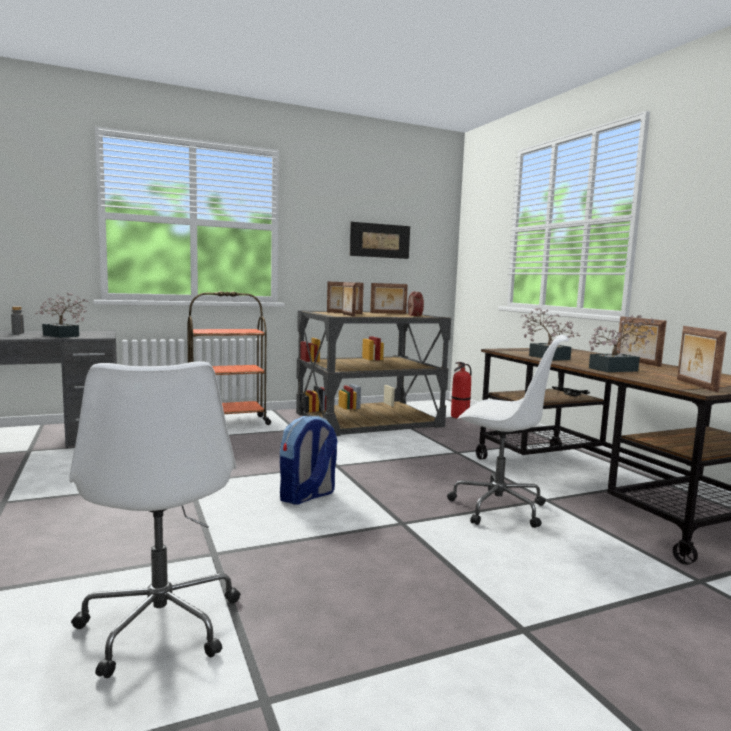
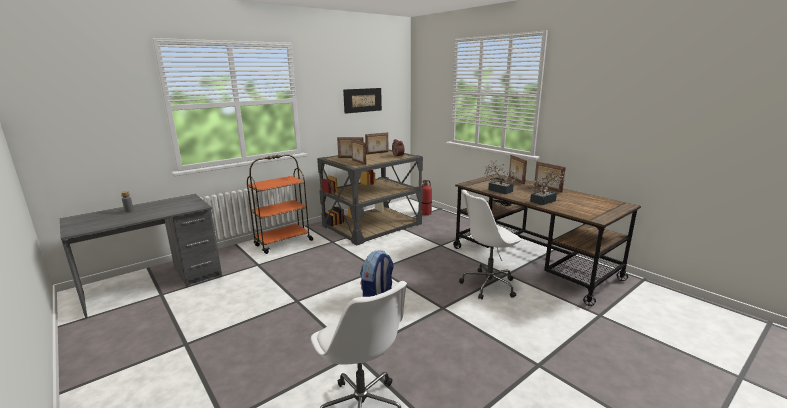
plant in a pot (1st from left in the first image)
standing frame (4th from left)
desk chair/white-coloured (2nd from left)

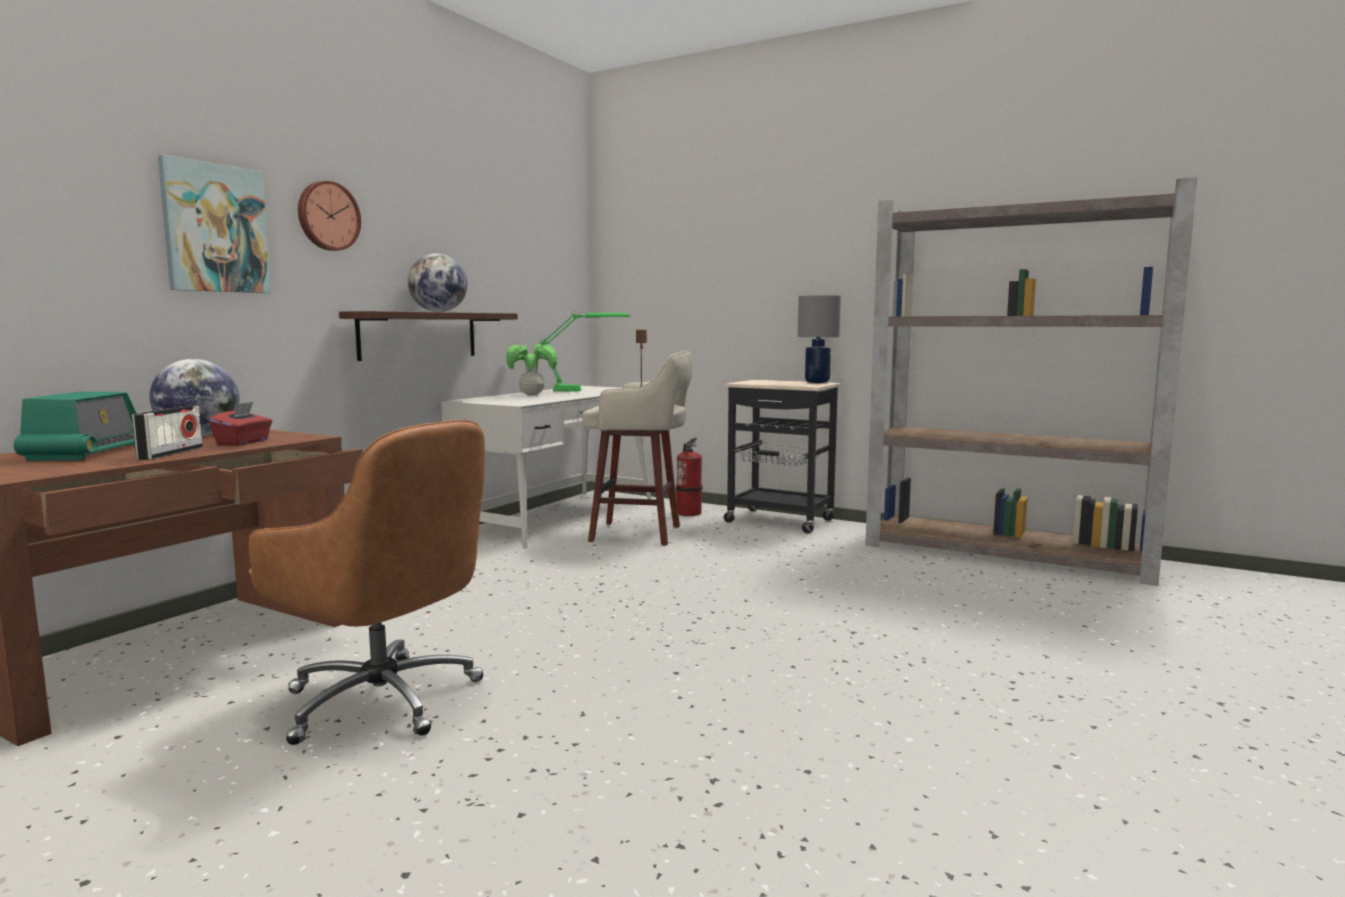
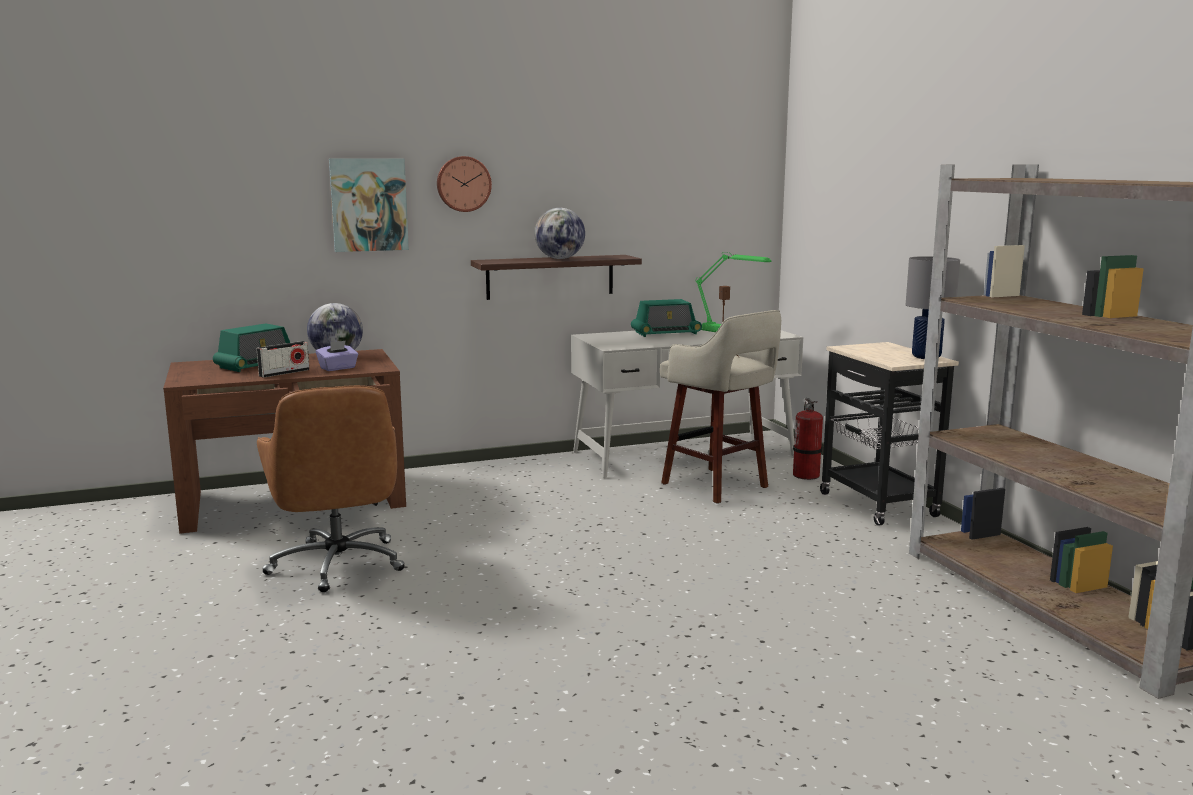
radio (3rd from left)
tissue box/purple-coloured

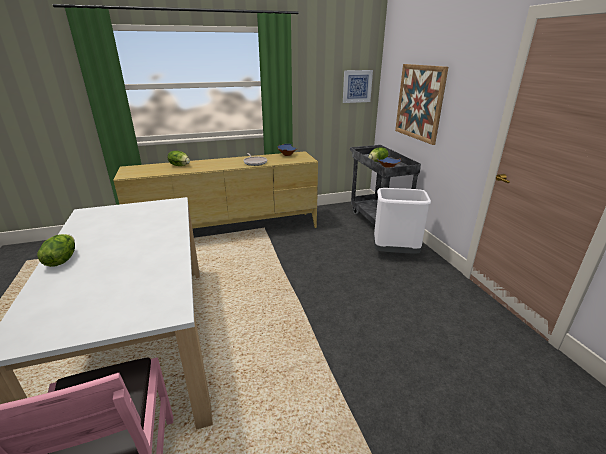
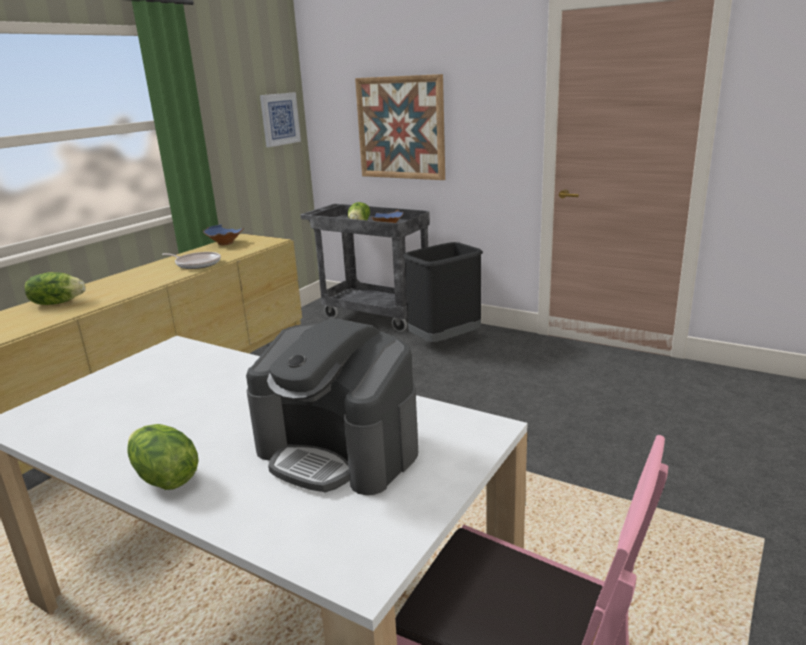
rubbish bin/blackish
coffee brewer

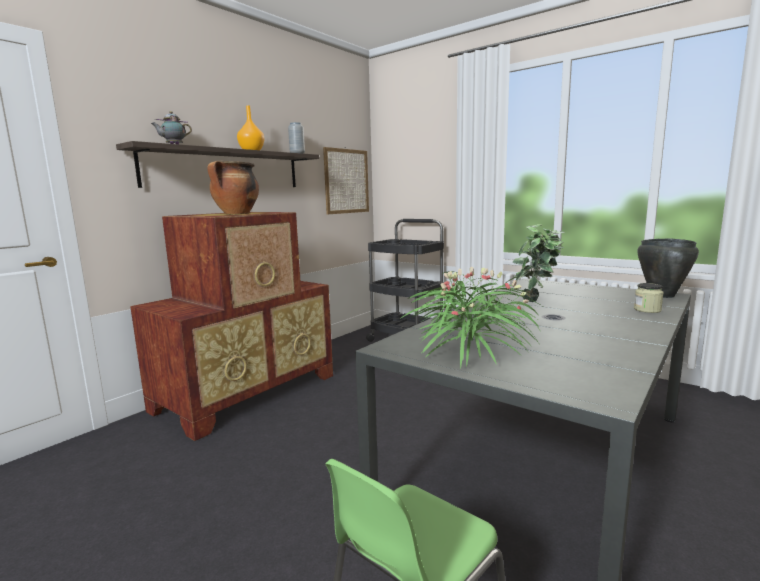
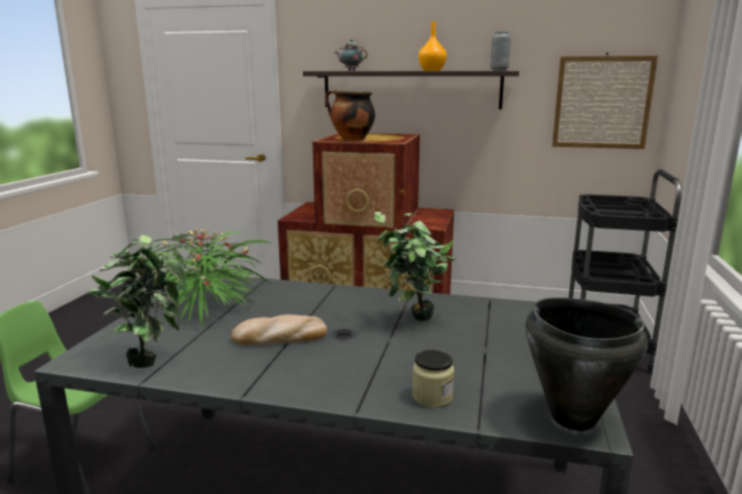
plant in a pot (1st from left)
bread

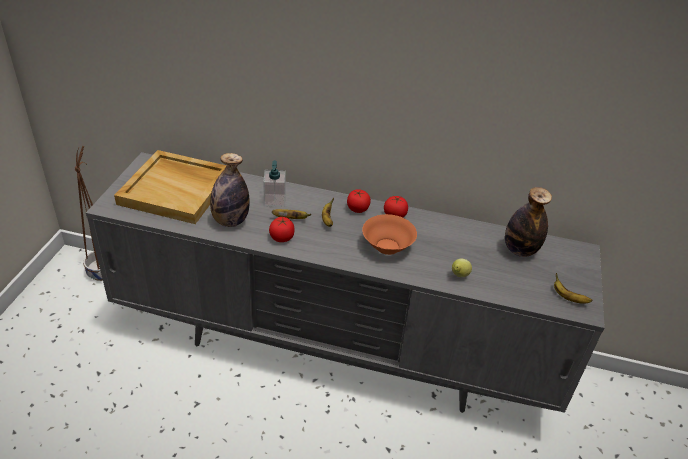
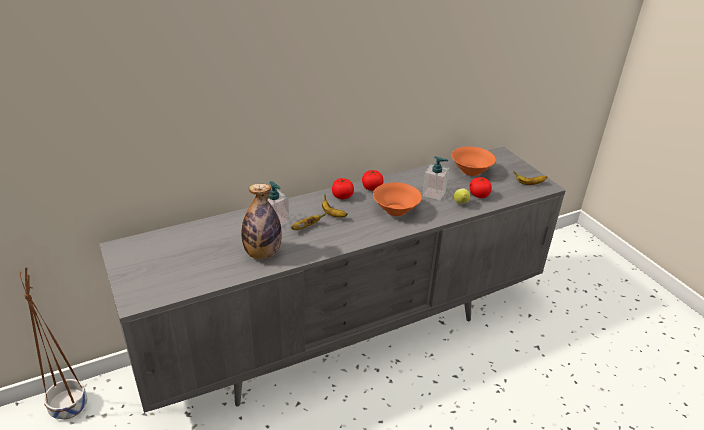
tray/beige
serving bowl/orange-coloured (2nd from left)
fresh tomato (3rd from left)
soap bottle (2nd from left)

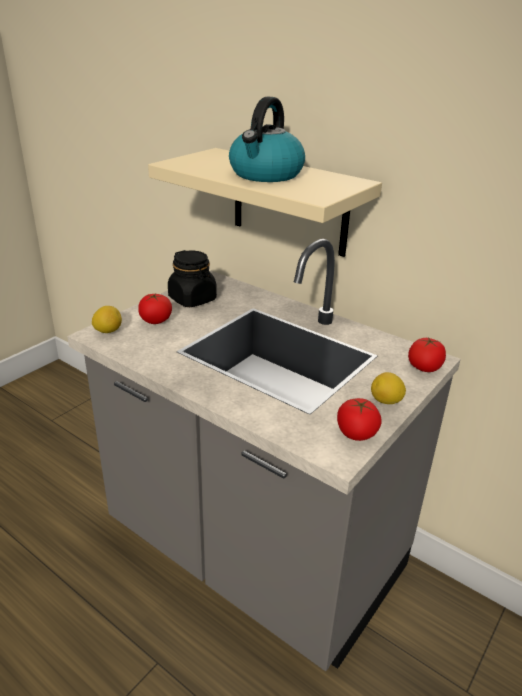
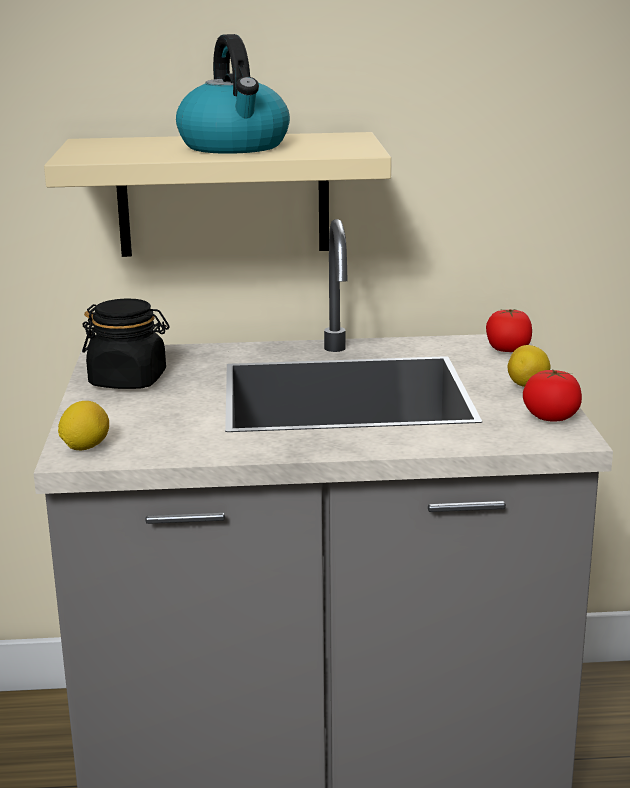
fresh tomato (1st from left in the first image)

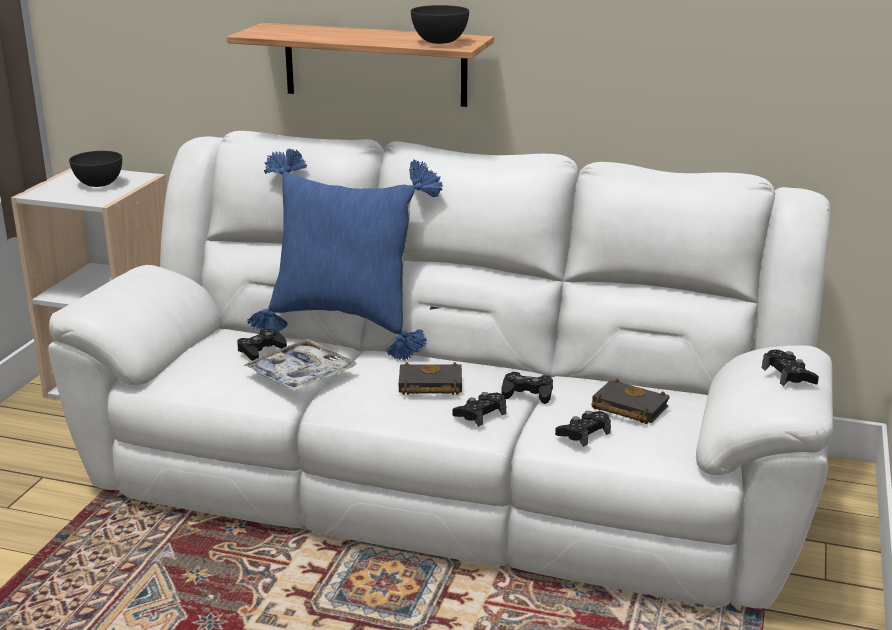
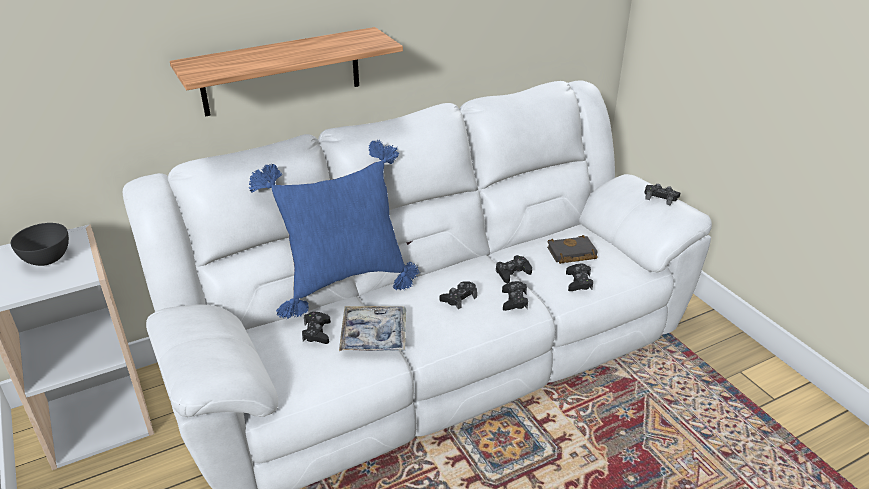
serving bowl/grey (2nd from left in the first image)
game controller/blackish (2nd from left)

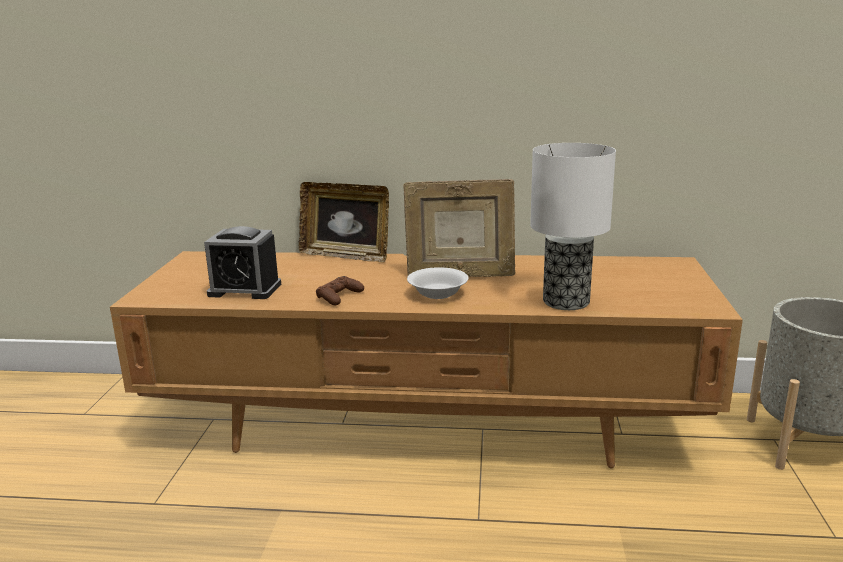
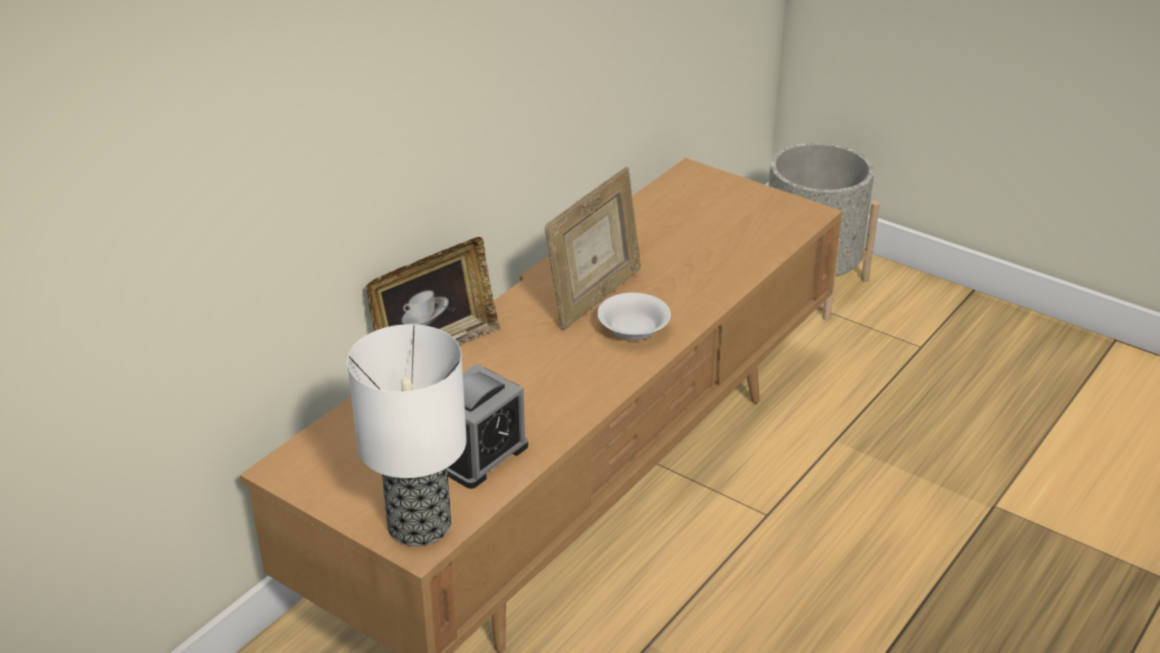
tabletop lamp
game controller/brown-coloured

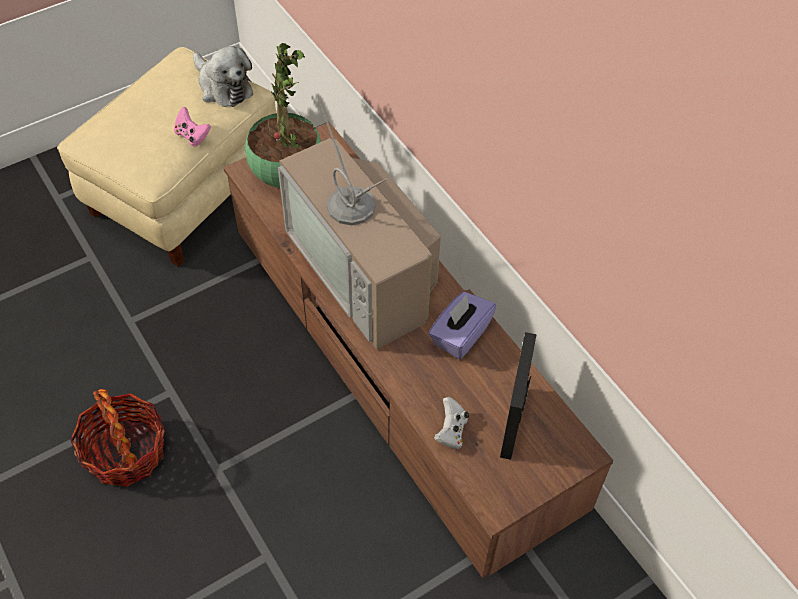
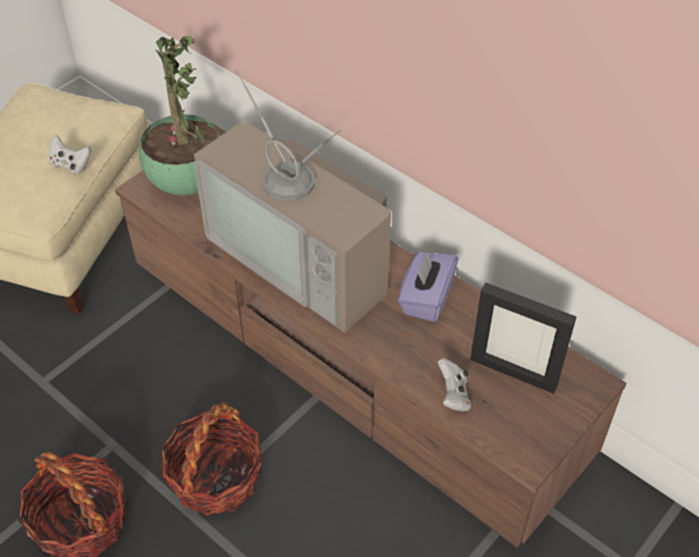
plush toy
game controller/white-coloured (1st from left)
standing frame
storage basket (2nd from left)

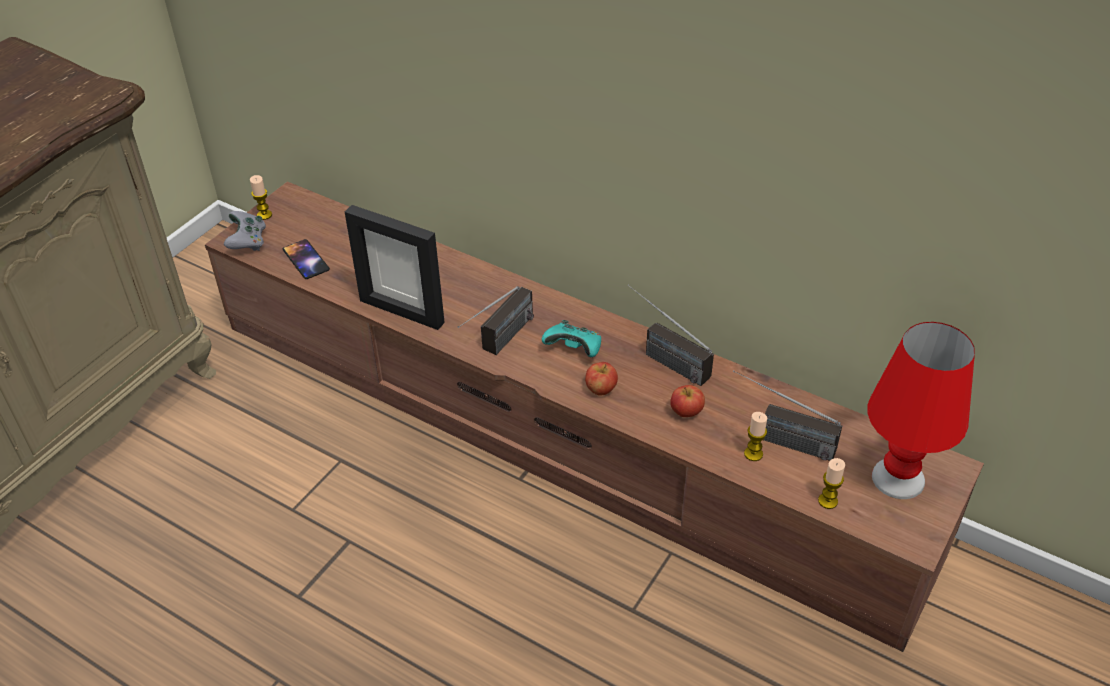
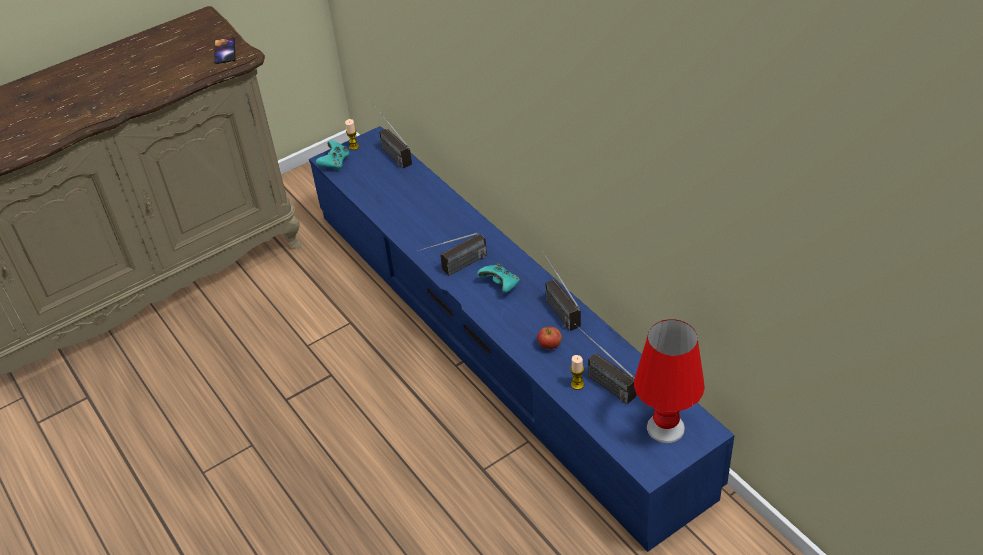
tv stand/bluish
standing frame
game controller/turquoise-coloured (1st from left)
telephone
apple fruit (1st from left in the first image)
wax light (3rd from left in the first image)
radio (1st from left)

